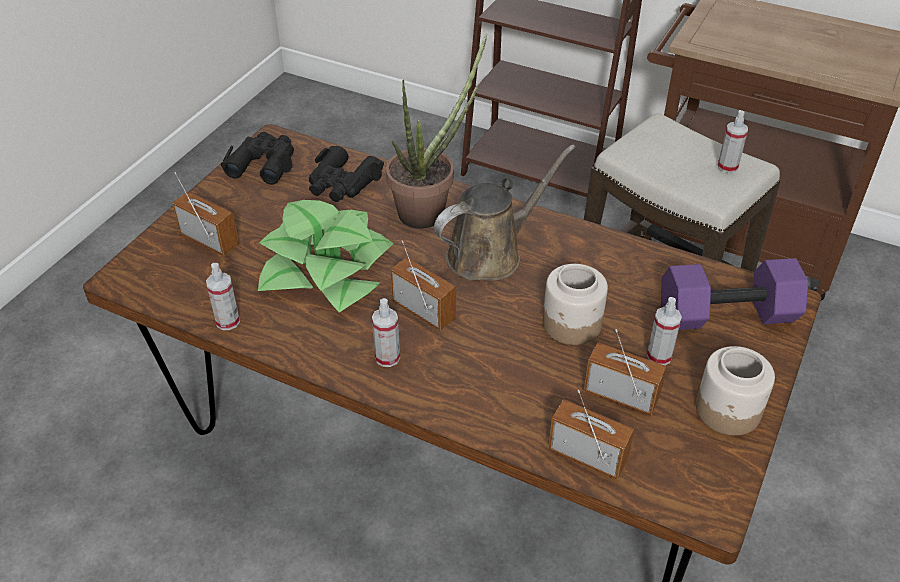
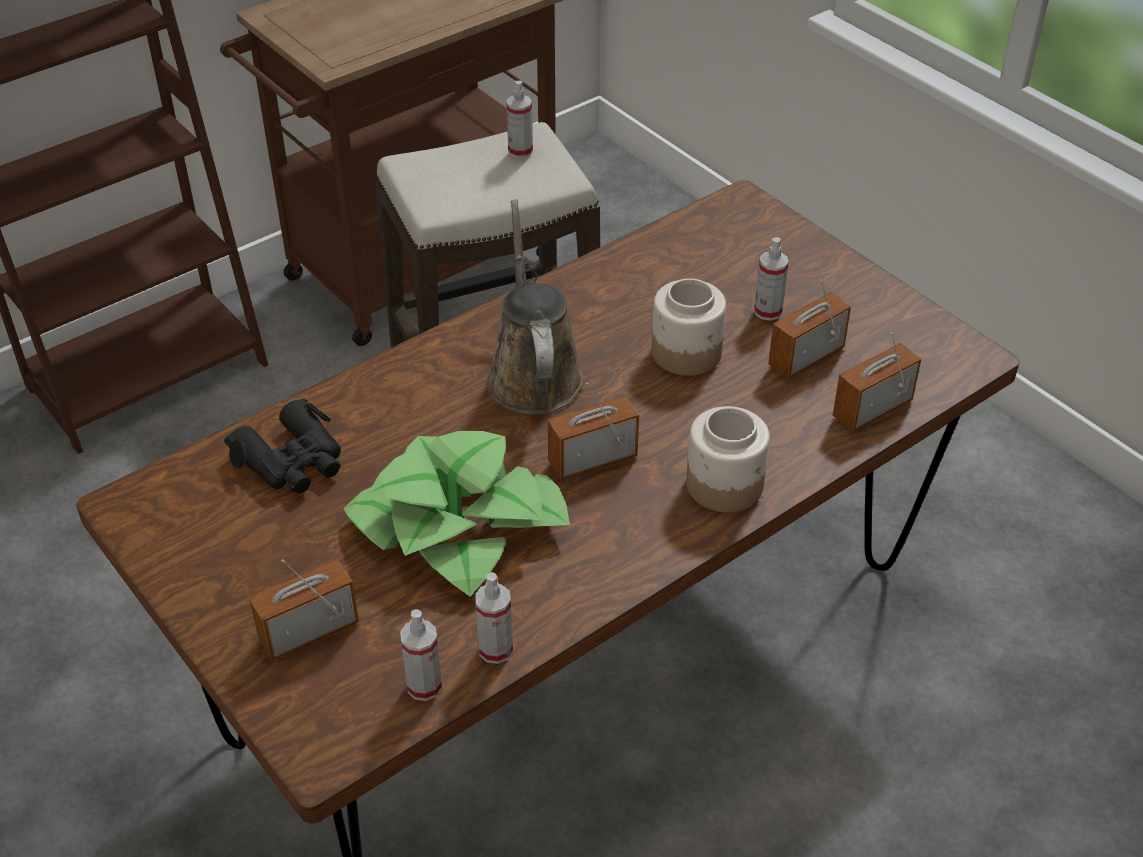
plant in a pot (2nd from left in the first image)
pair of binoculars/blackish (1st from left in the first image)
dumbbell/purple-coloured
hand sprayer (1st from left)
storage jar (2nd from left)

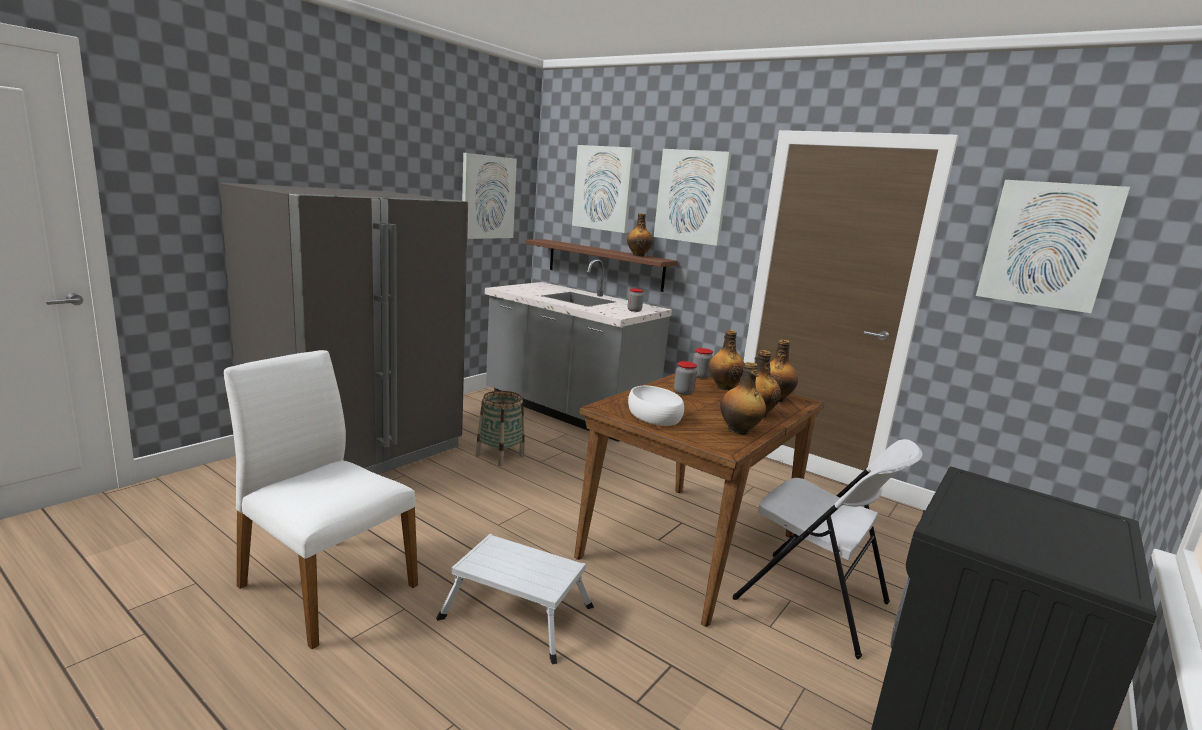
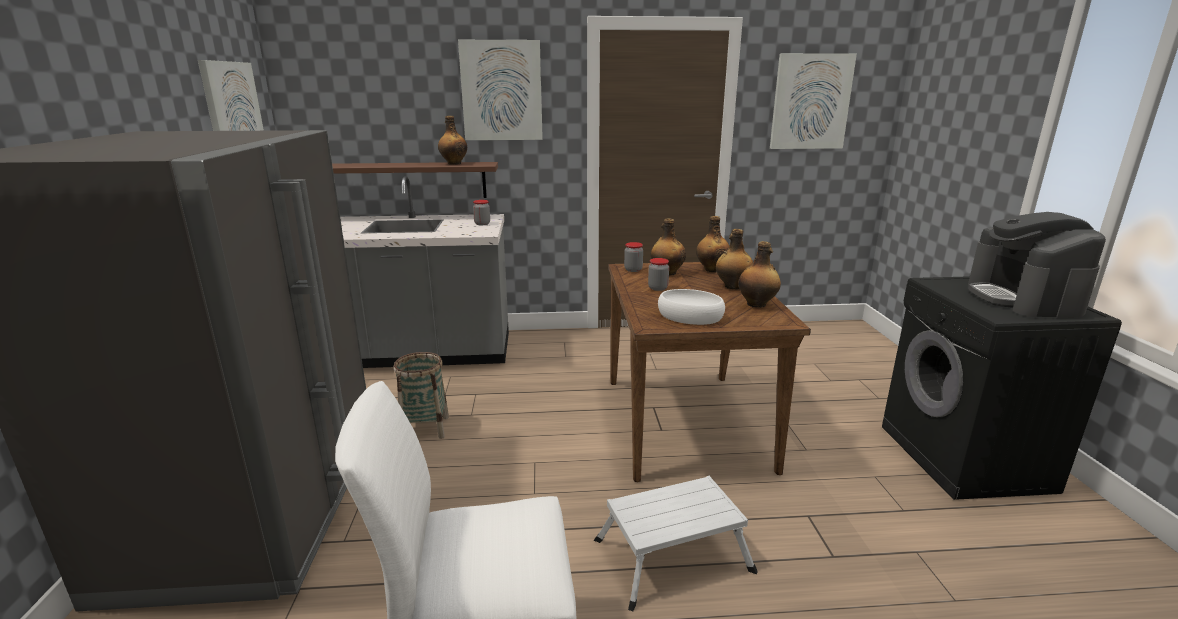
picture (2nd from left in the first image)
plain chair/white-coloured (2nd from left in the first image)
coffee brewer

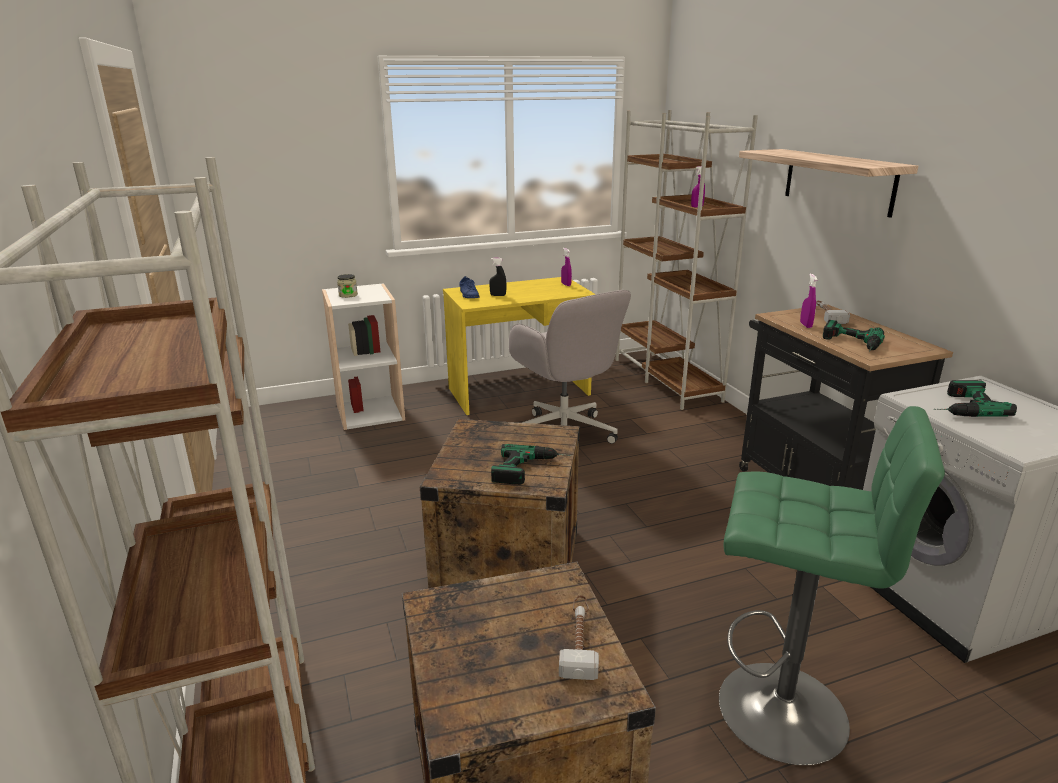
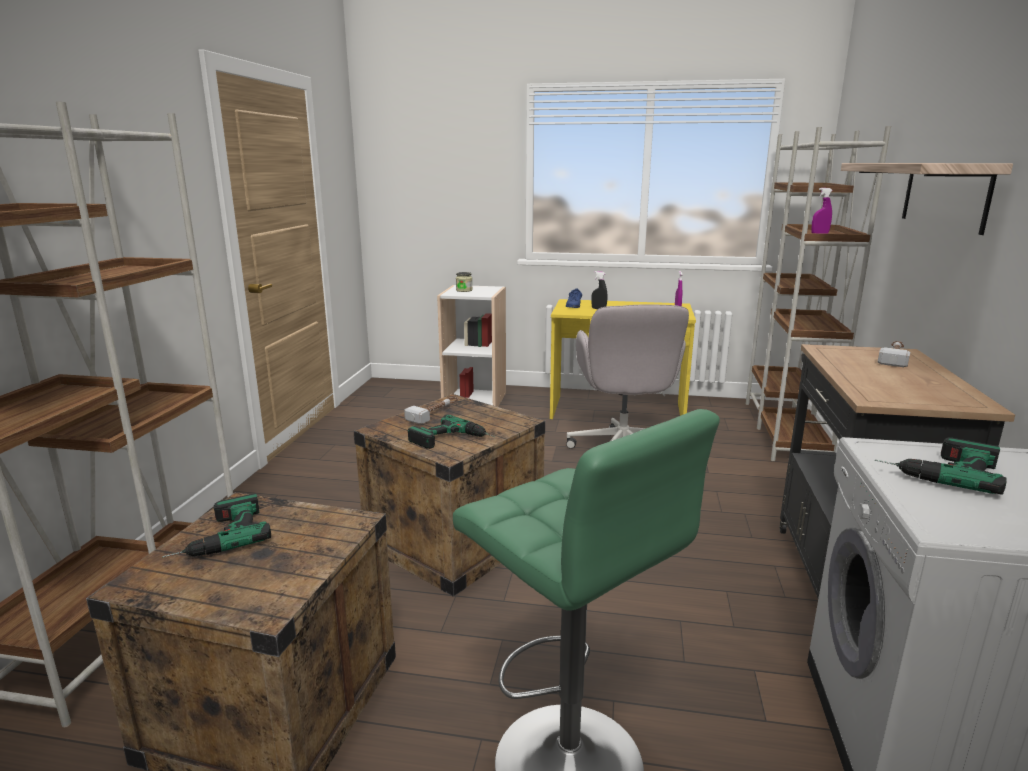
hand sprayer/purple-coloured (3rd from left in the first image)
electric drill (1st from left)
hammer (1st from left)

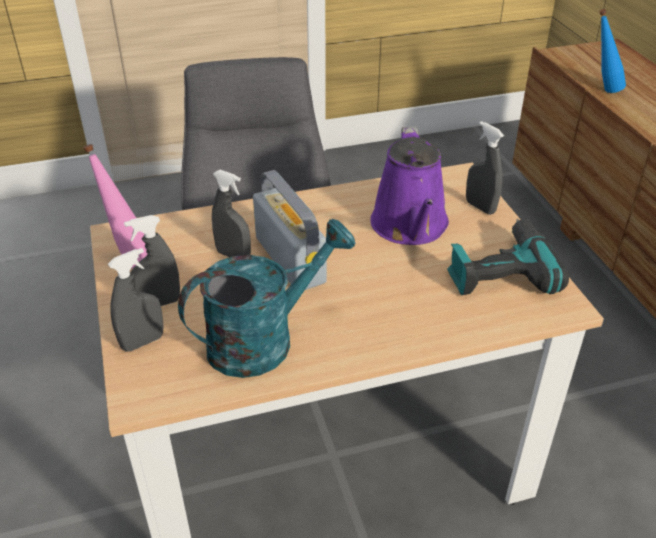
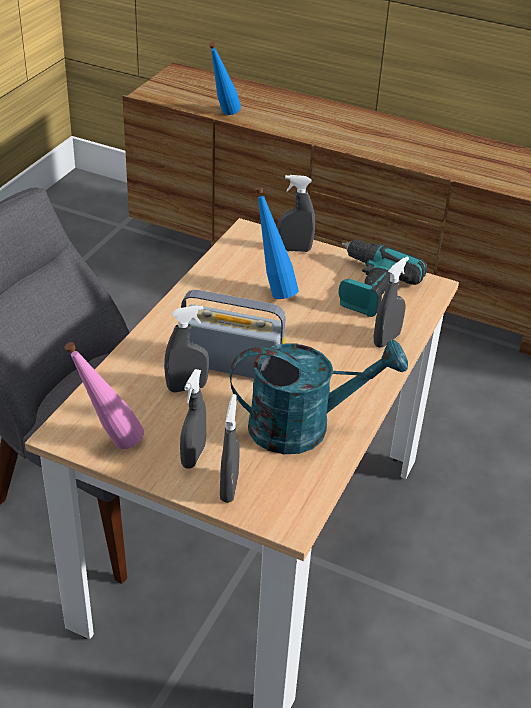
beverage bottle/bluish (2nd from left)
watering can/turquoise-coloured
hand sprayer/grey (5th from left)

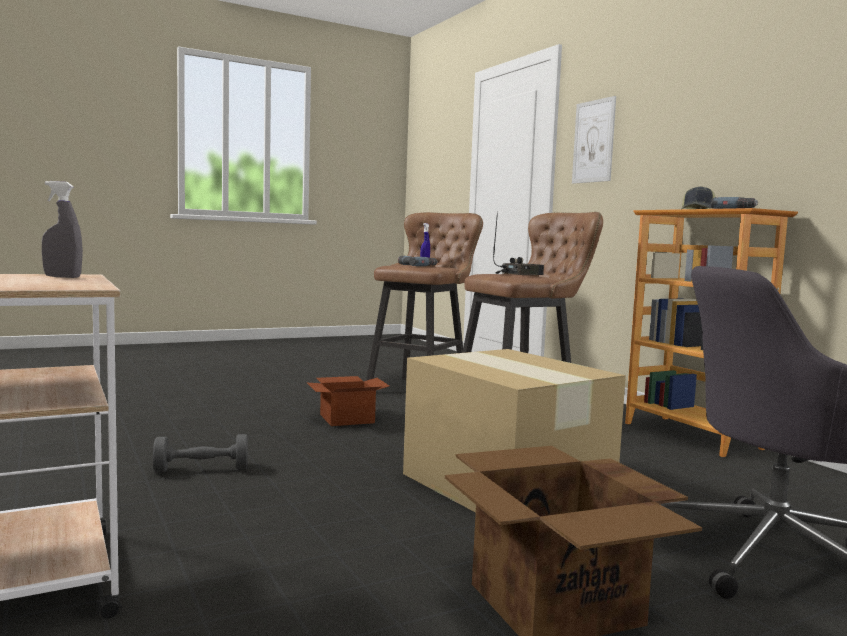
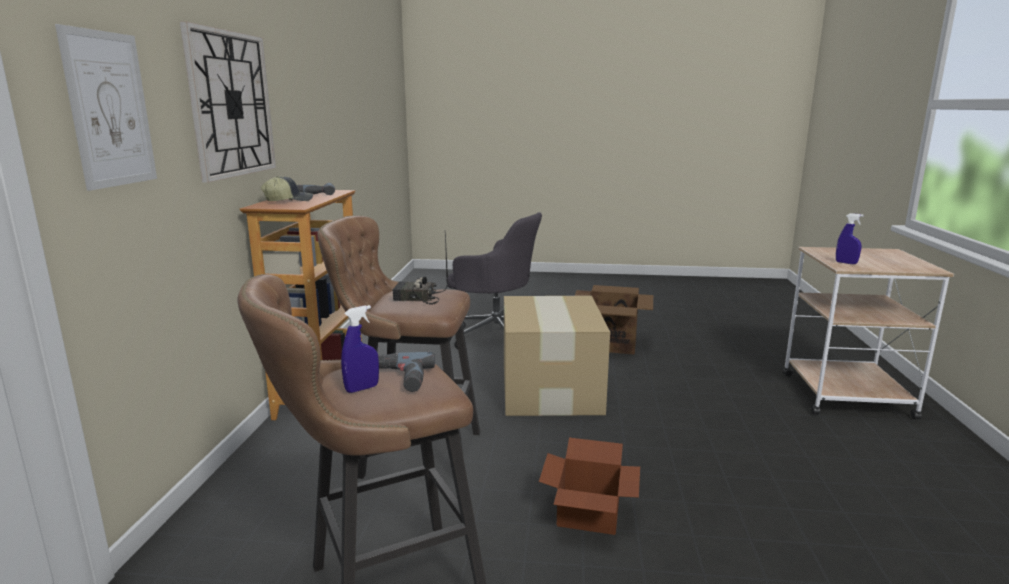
hand sprayer/bluish (2nd from left)
dumbbell/grey
hanging clock

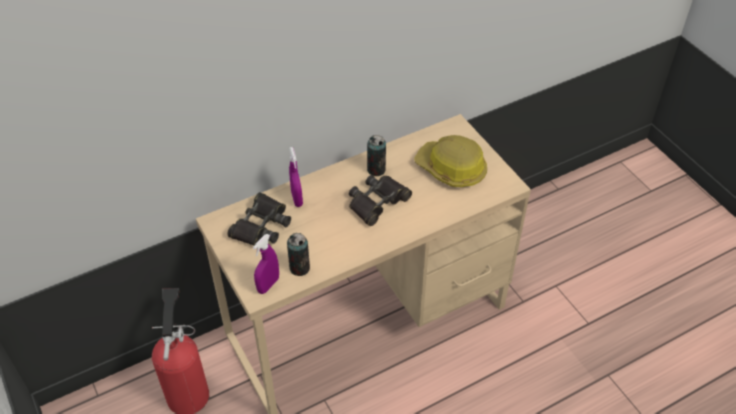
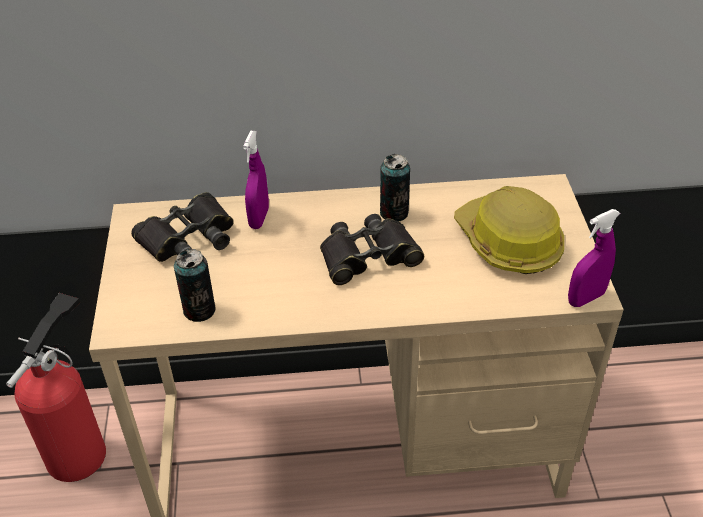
hand sprayer/purple-coloured (2nd from left)

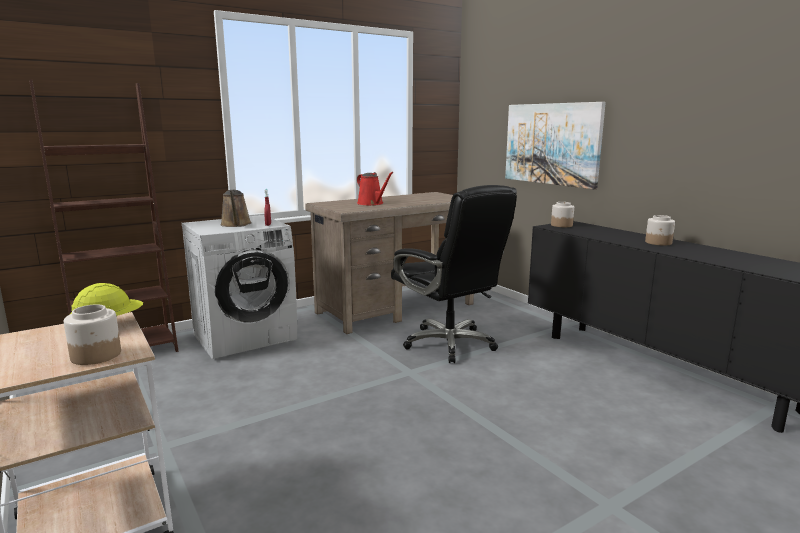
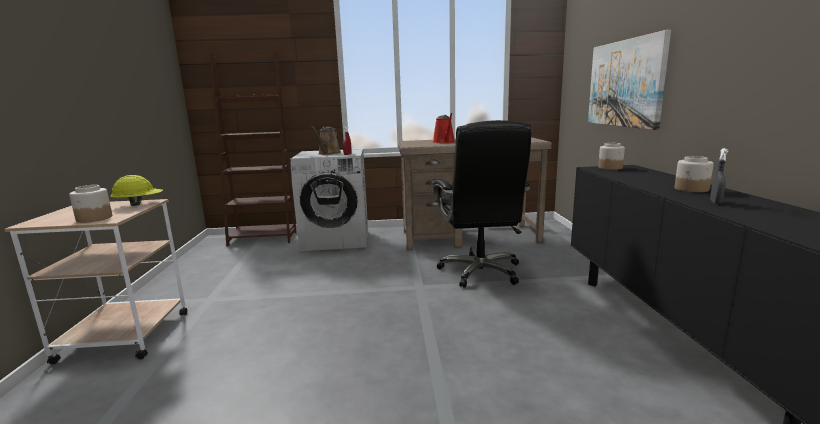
hand sprayer/grey

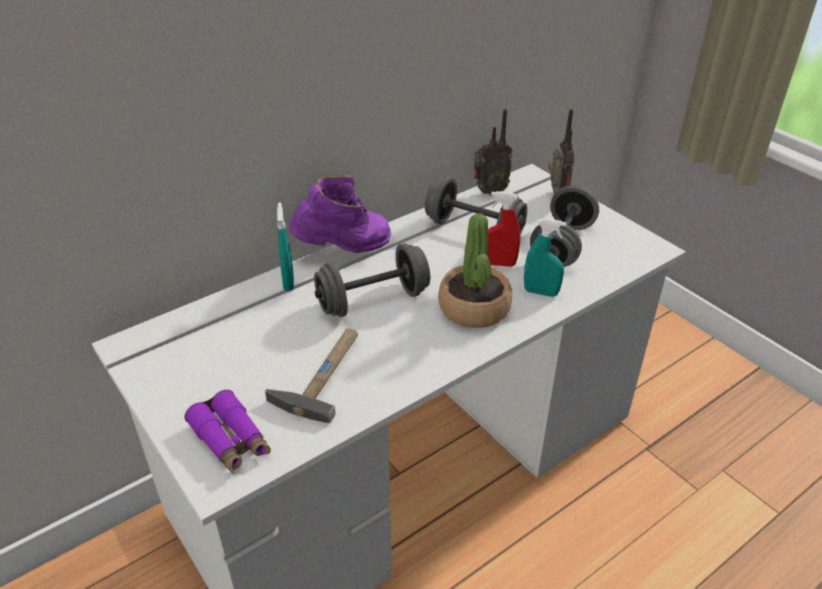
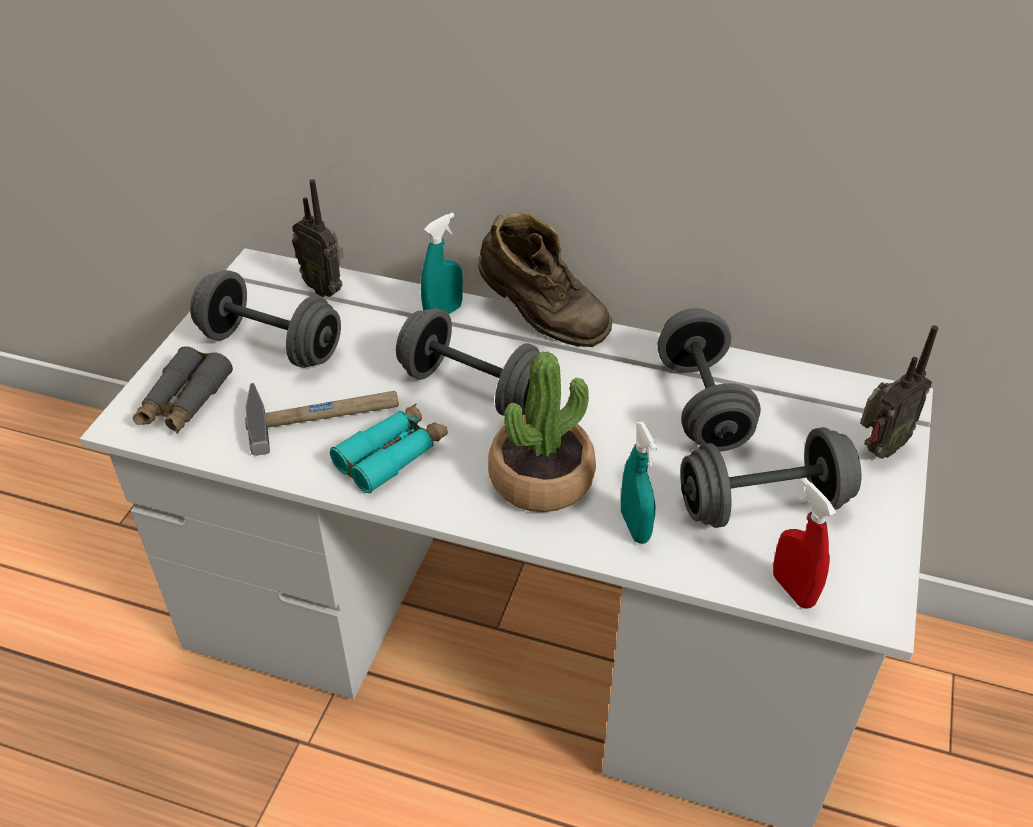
radio (1st from left)
tall boot/brown-coloured
hand sprayer/red
pair of binoculars/grey
dumbbell/grey (1st from left)
pair of binoculars/turquoise-coloured

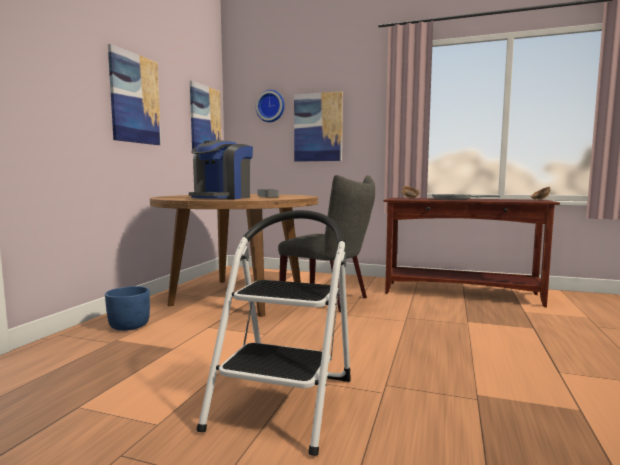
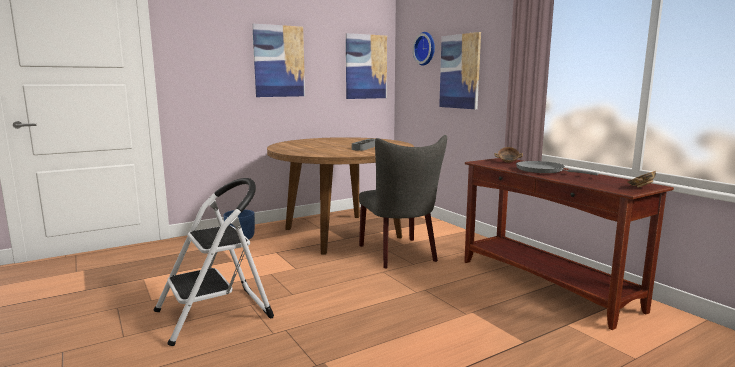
coffee brewer

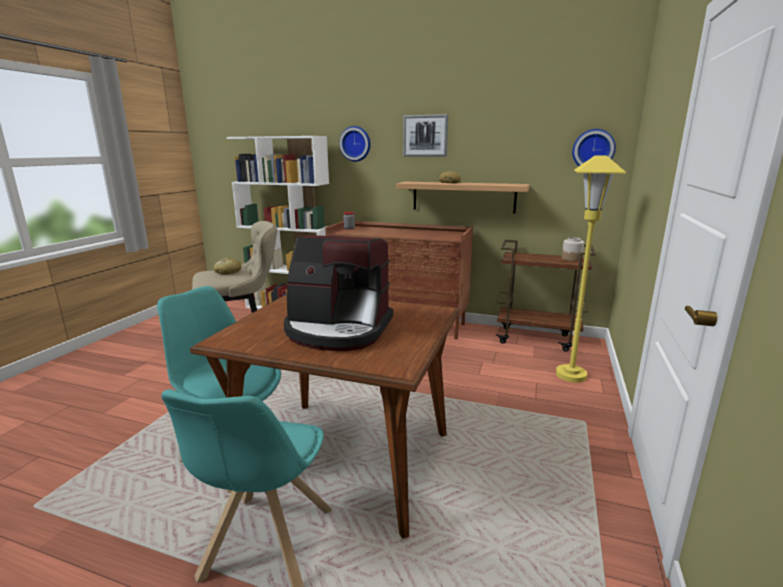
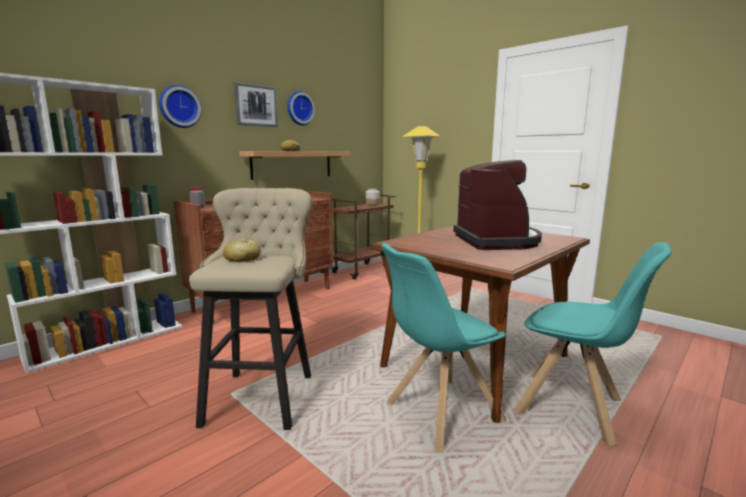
hanging clock (2nd from left)
coffee brewer

